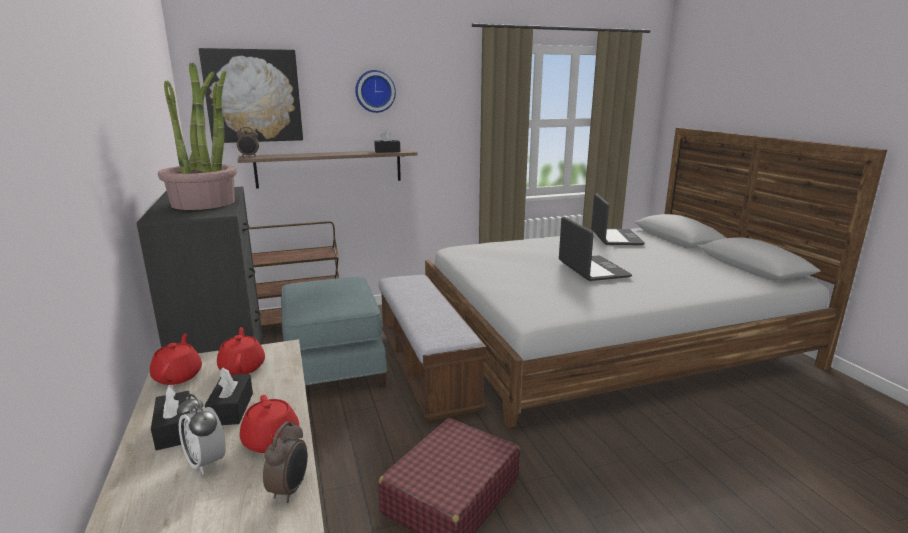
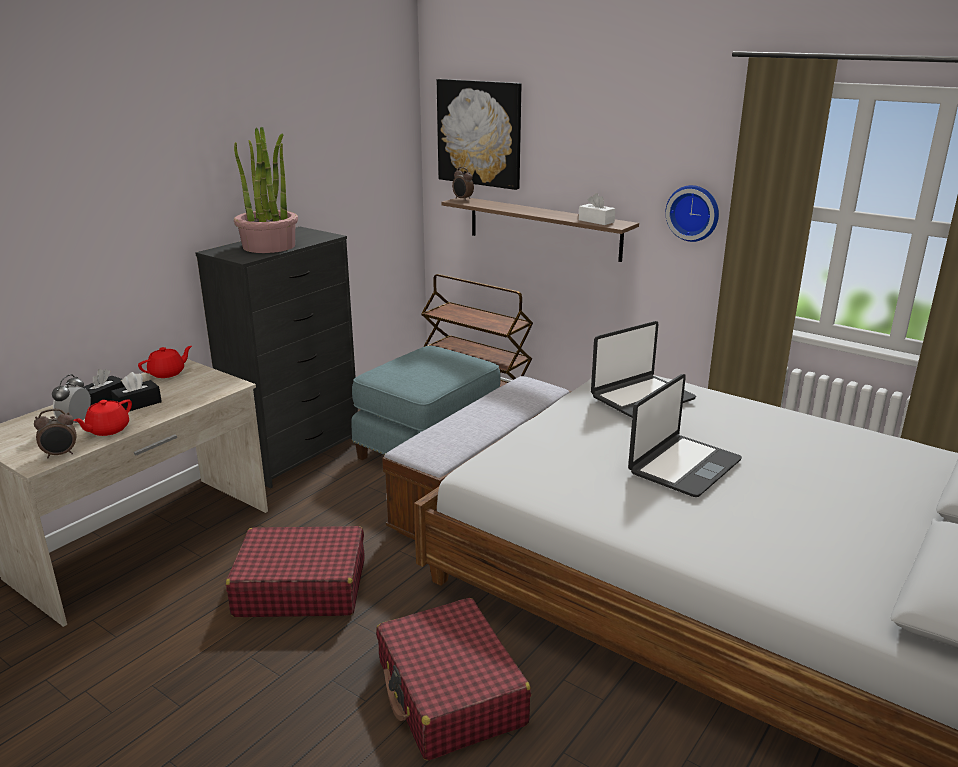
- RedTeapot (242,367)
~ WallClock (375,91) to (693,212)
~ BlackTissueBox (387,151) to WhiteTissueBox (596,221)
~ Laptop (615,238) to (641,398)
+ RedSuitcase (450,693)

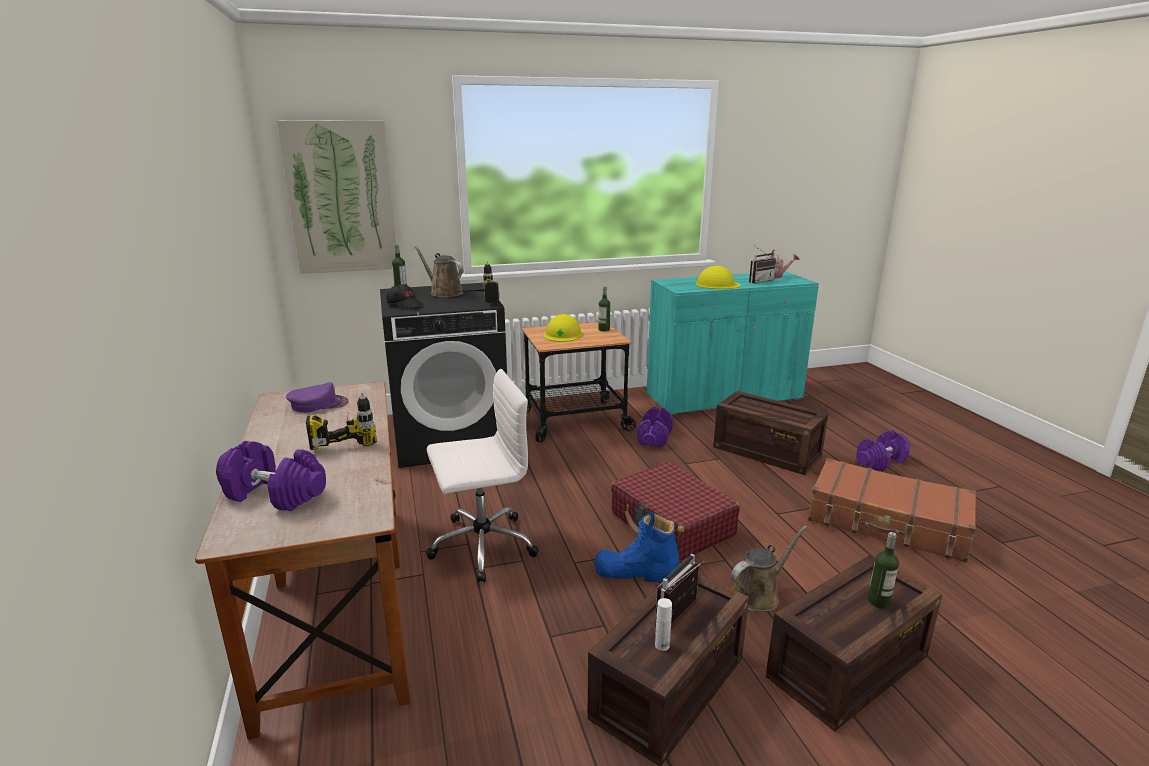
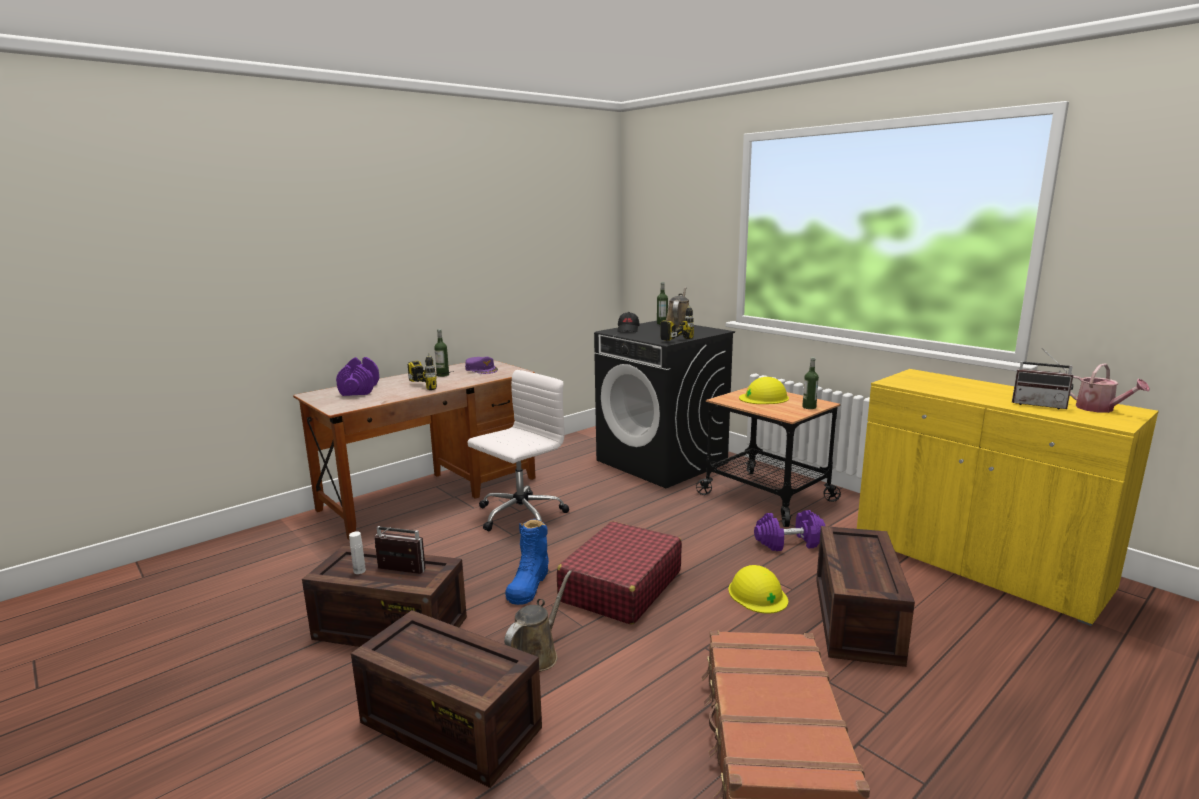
- Picture (341,198)
~ WhiteOfficeChair (481,546) = (520,516) 90 degrees counterclockwise
~ BlueBoot (635,572) = (528,584) 150 degrees counterclockwise
~ TurquoiseCabinet (724,397) to YellowCabinet (976,564)
~ YellowHardHat (717,284) to (757,594)
~ BrownWateringCan (758,594) = (536,655) 90 degrees counterclockwise
- PurpleDumbbell (881,462)
~ Bottle (878,602) to (443,375)

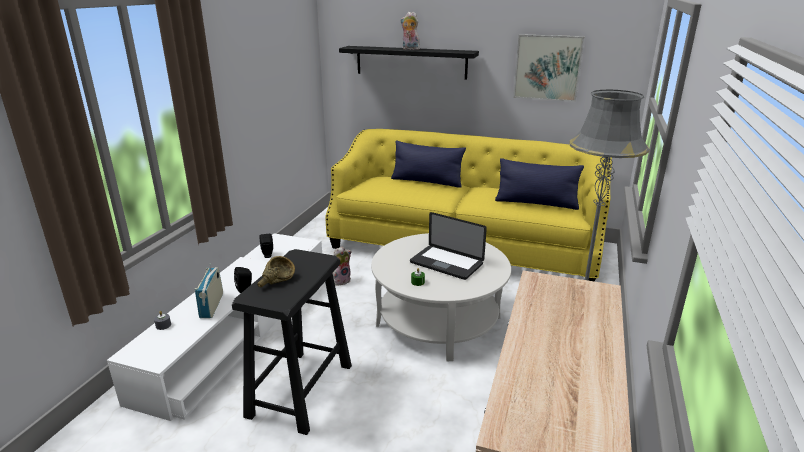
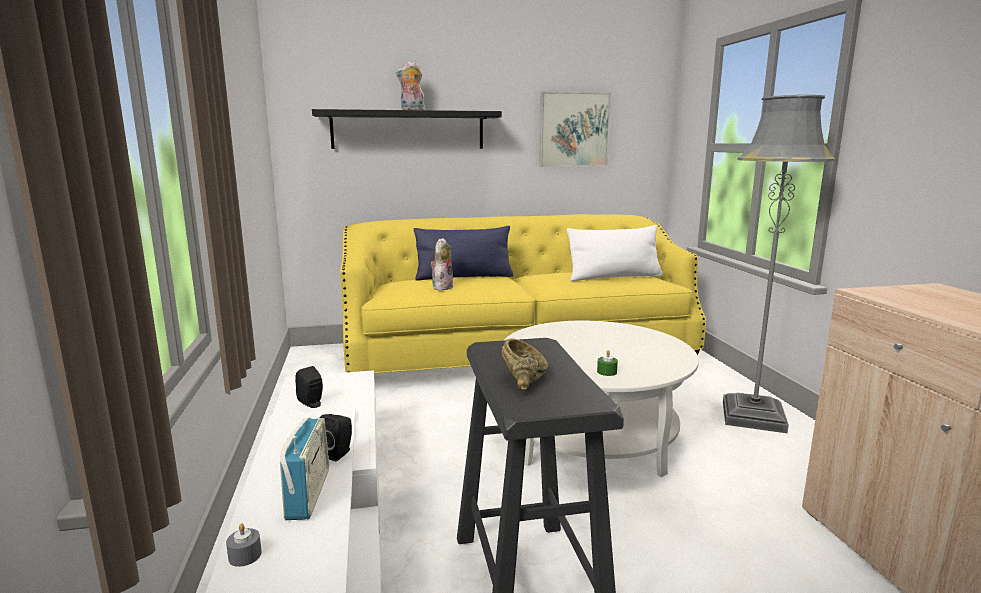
~ Radio (212,306) = (308,494) 150 degrees counterclockwise
~ PlushToy (341,280) to (442,287)
- Laptop (446,263)
~ BluePillow (536,203) to WhitePillow (614,277)

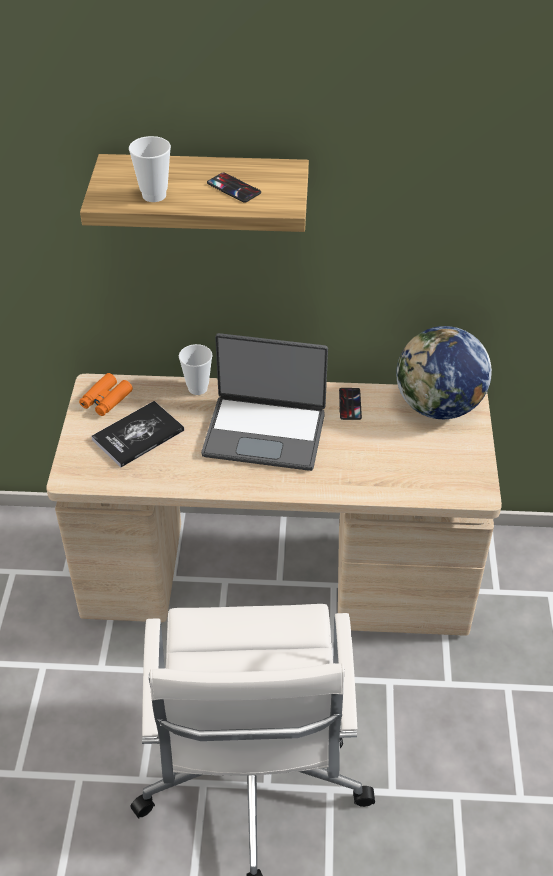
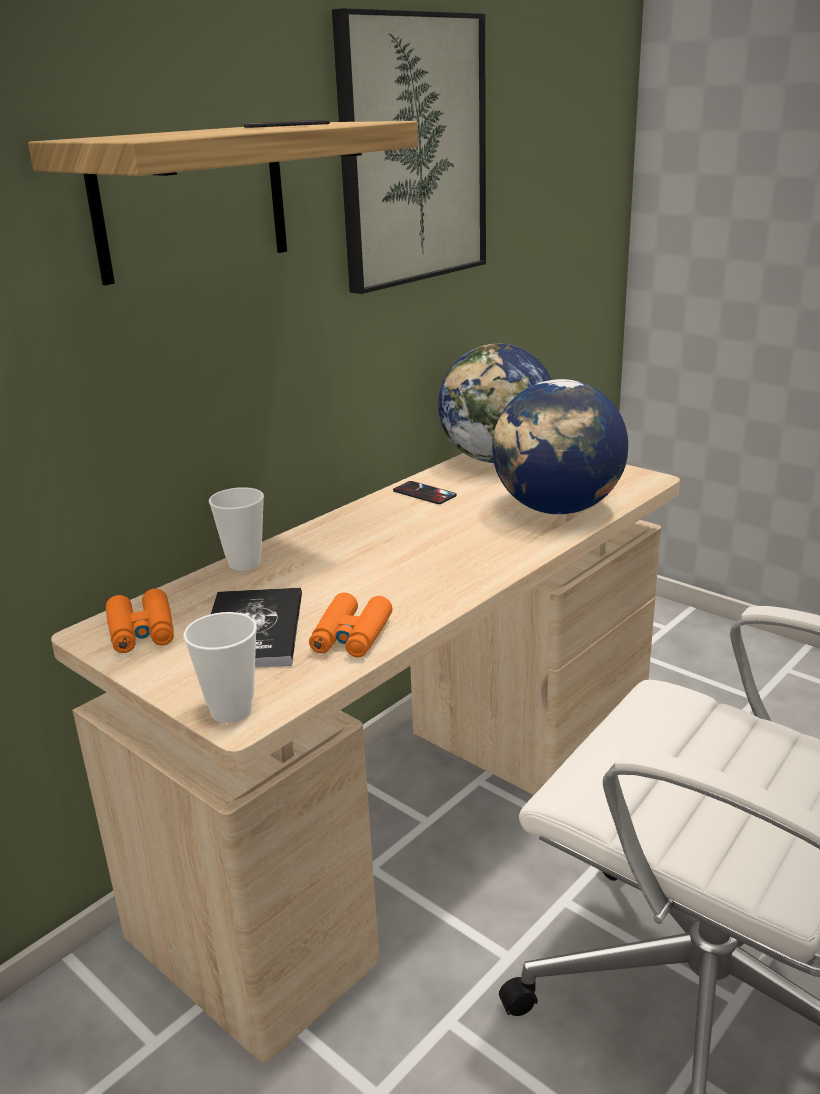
~ Cup (154,195) to (231,710)
- Laptop (265,432)
+ OrangeBinoculars (351,636)
+ Picture (411,151)
+ Globe (557,509)

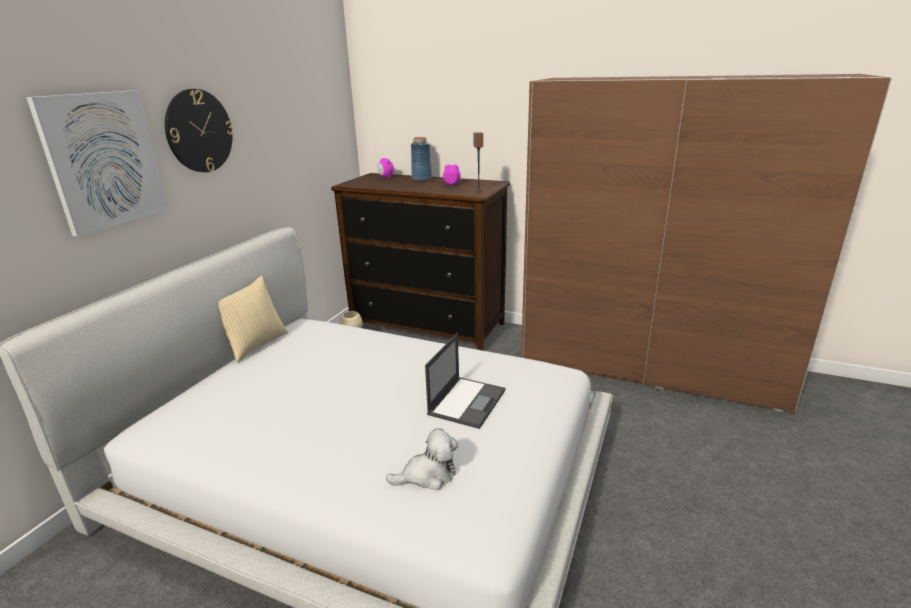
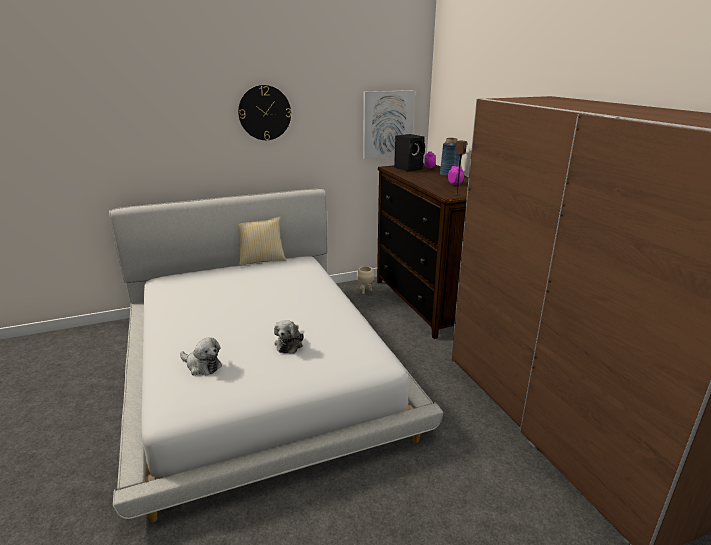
~ Picture (104,160) to (387,124)
~ Laptop (467,401) to PlushToy (289,344)
+ BlackSpeaker (409,168)

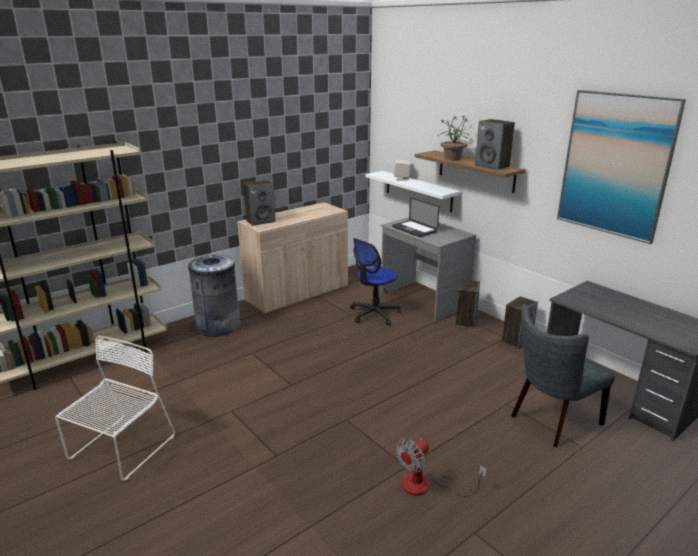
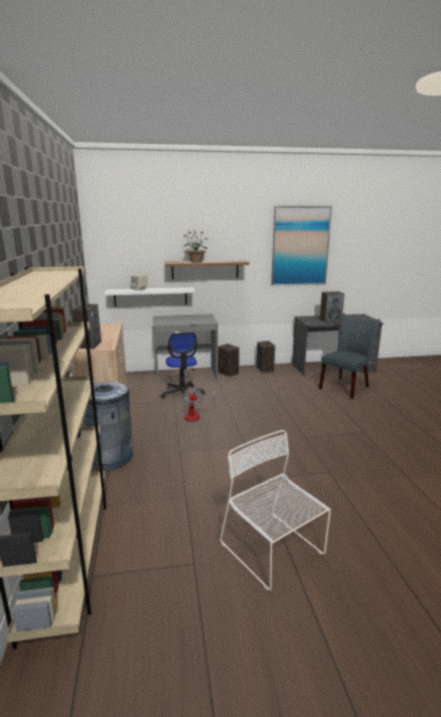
- Laptop (414,229)
~ Fan (426,486) to (196,415)
~ Speaker (492,166) to (330,320)
~ GreyChair (552,421) = (346,387) 135 degrees counterclockwise

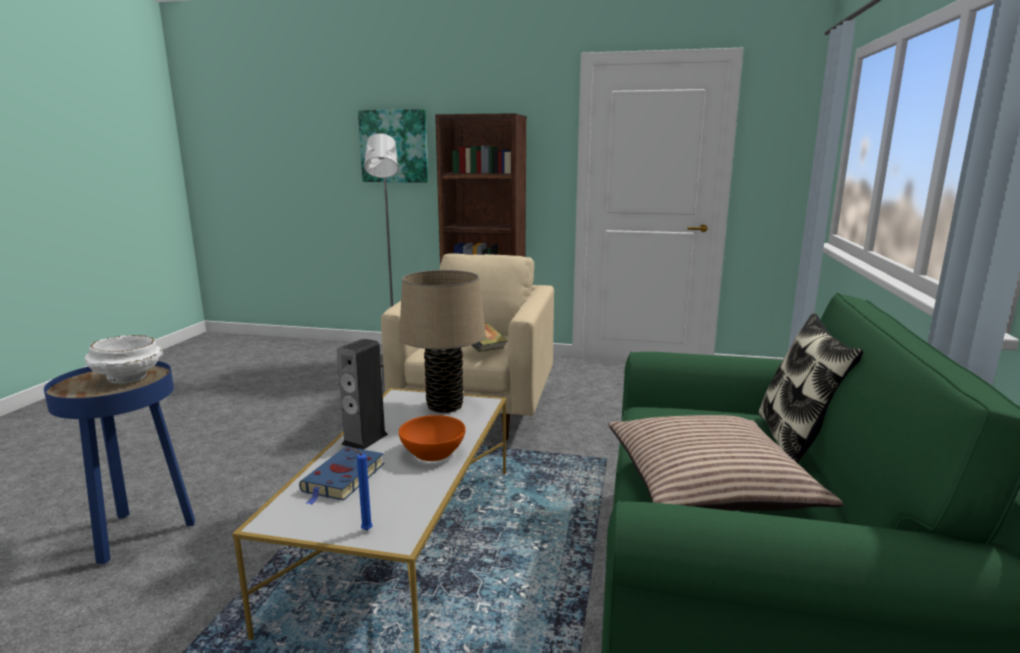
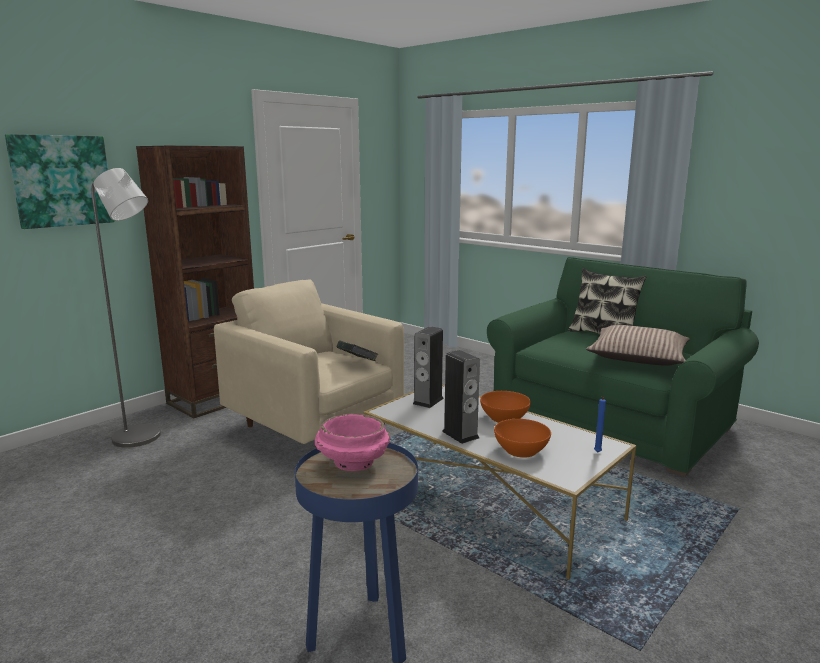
~ WhiteBowl (128,378) to PinkBowl (352,463)
~ BlueBook (343,479) to OrangeBowl (521,450)
~ BeigeTableLamp (445,406) to Speaker (428,401)

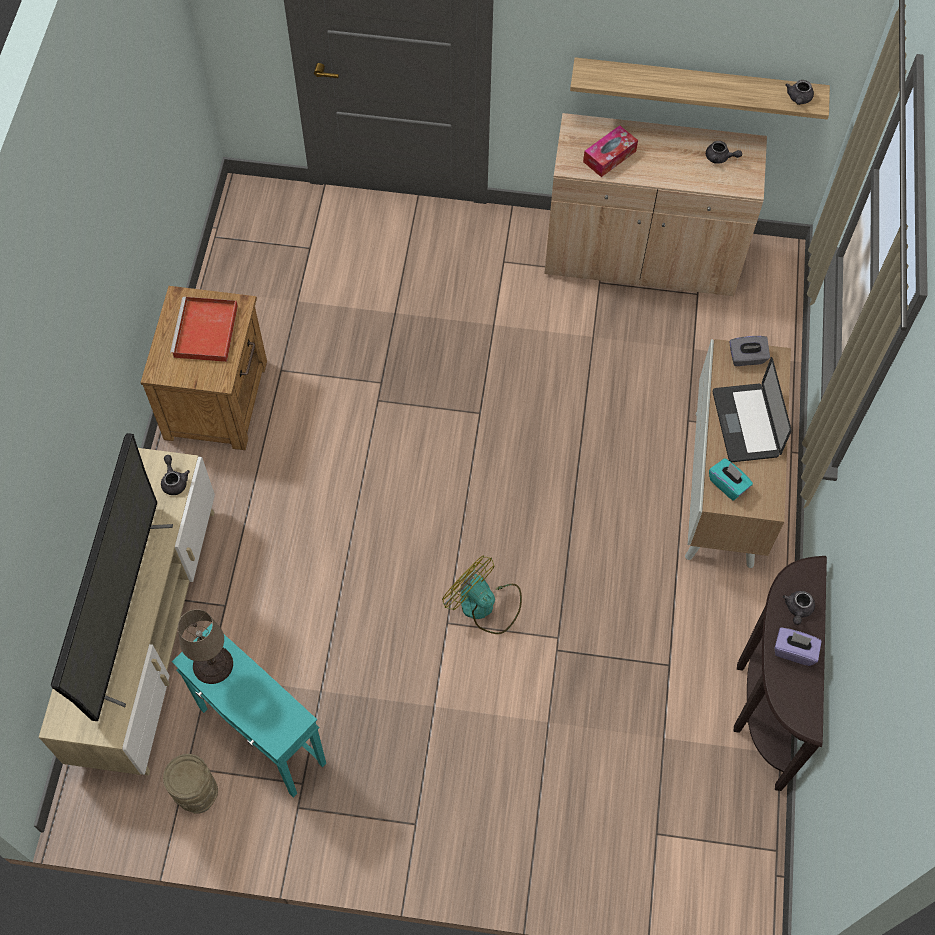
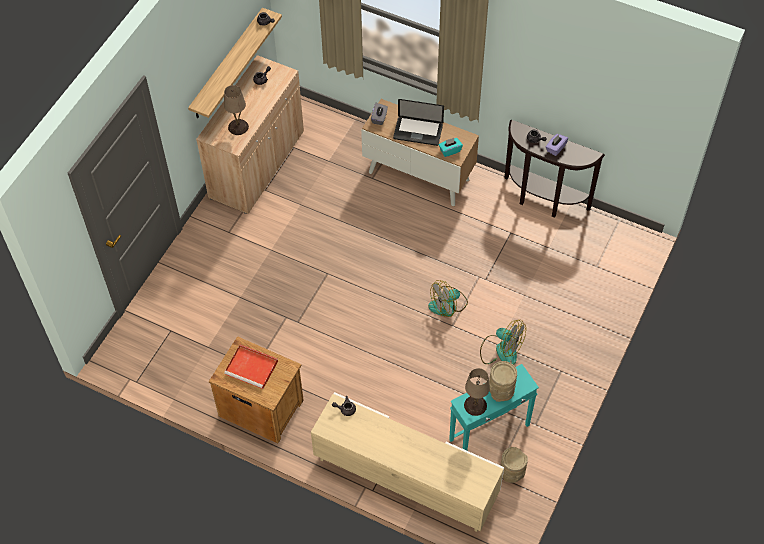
- Television (126,611)
~ TissueBox (609,156) to BeigeTableLamp (237,127)
+ Fan (501,350)
+ BeigeVase (501,390)

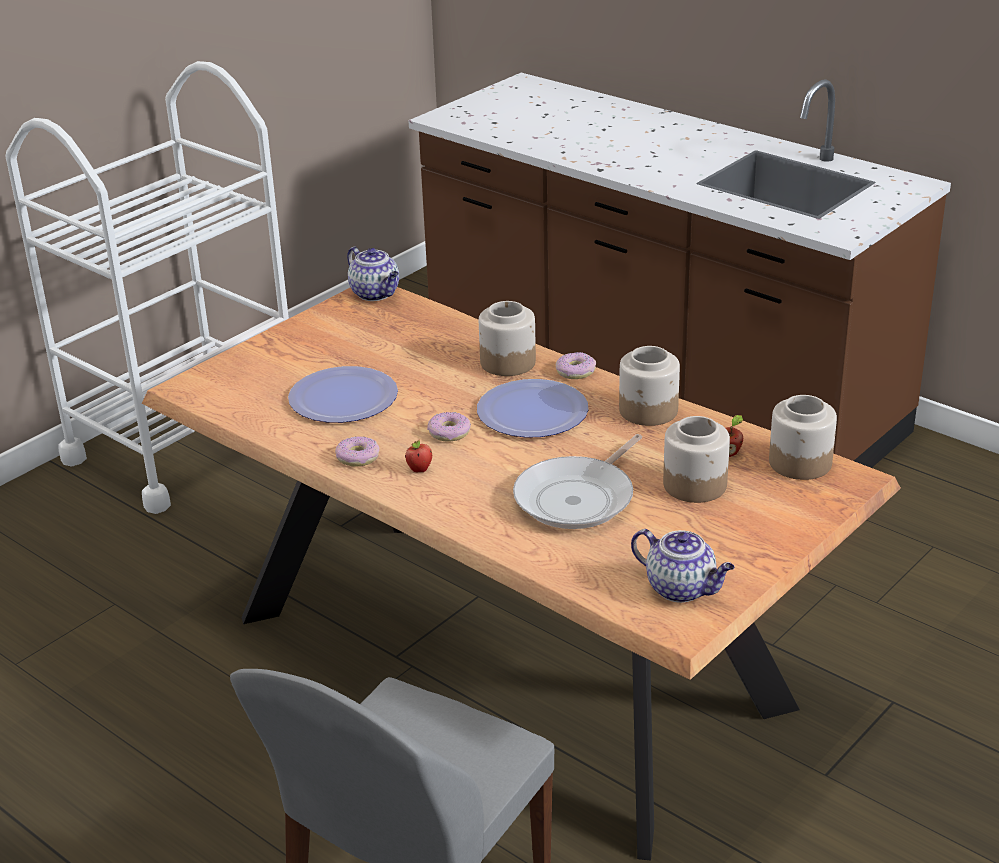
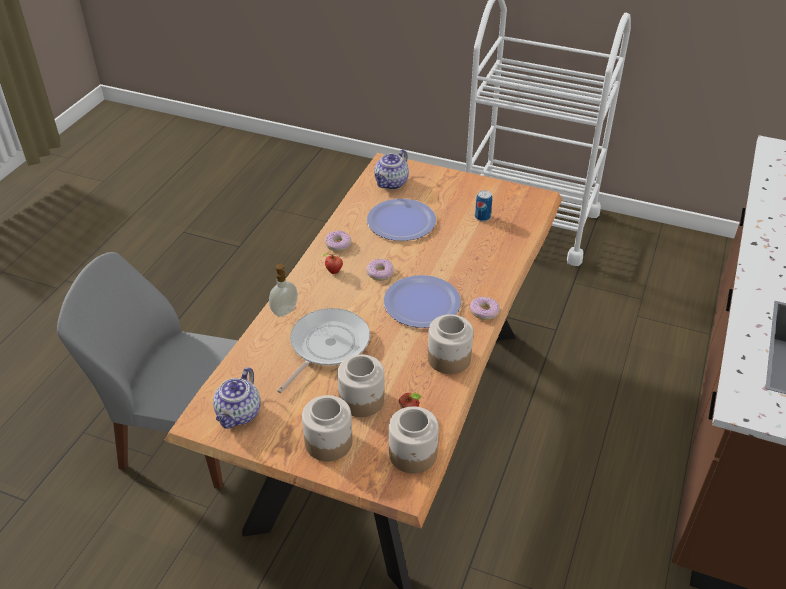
~ Teapot (376,294) to (391,183)
~ Jar (507,362) to (329,442)
~ FryingPan (578,498) = (326,346) 105 degrees clockwise
+ SoapDispenser (285,311)
+ Can (482,217)

